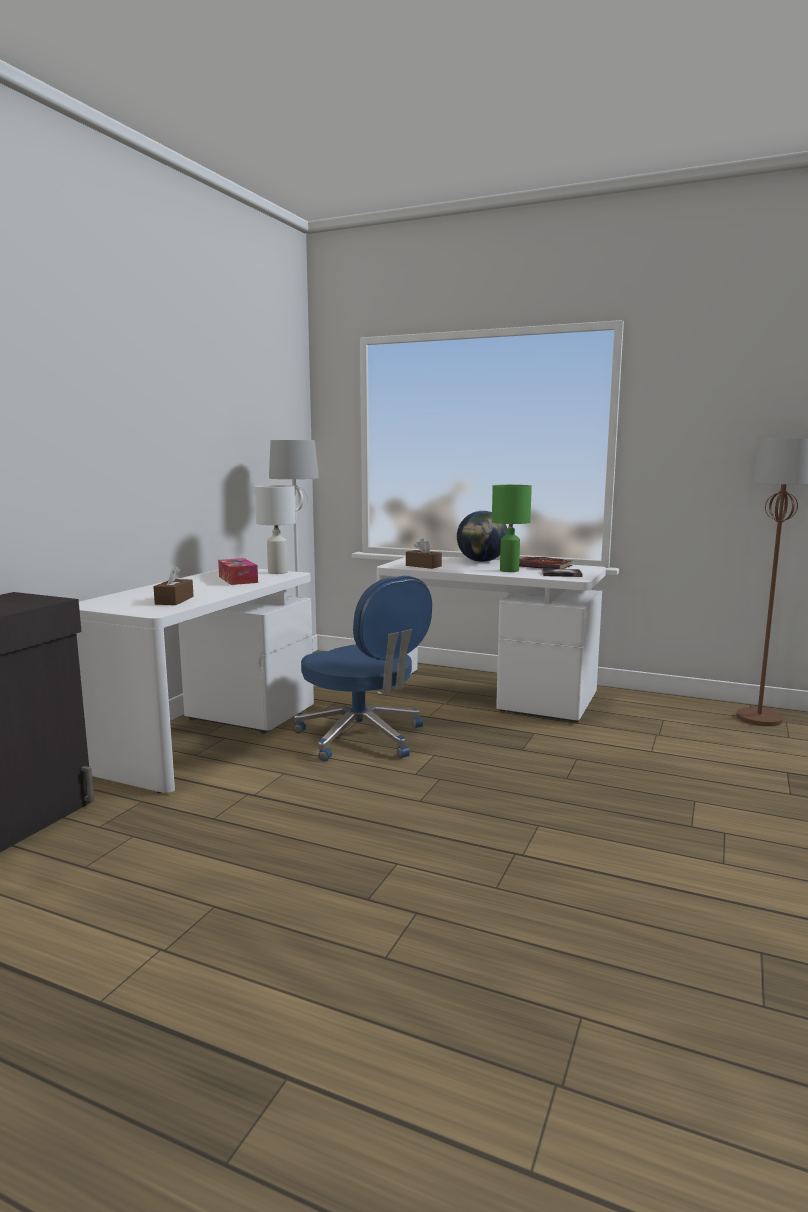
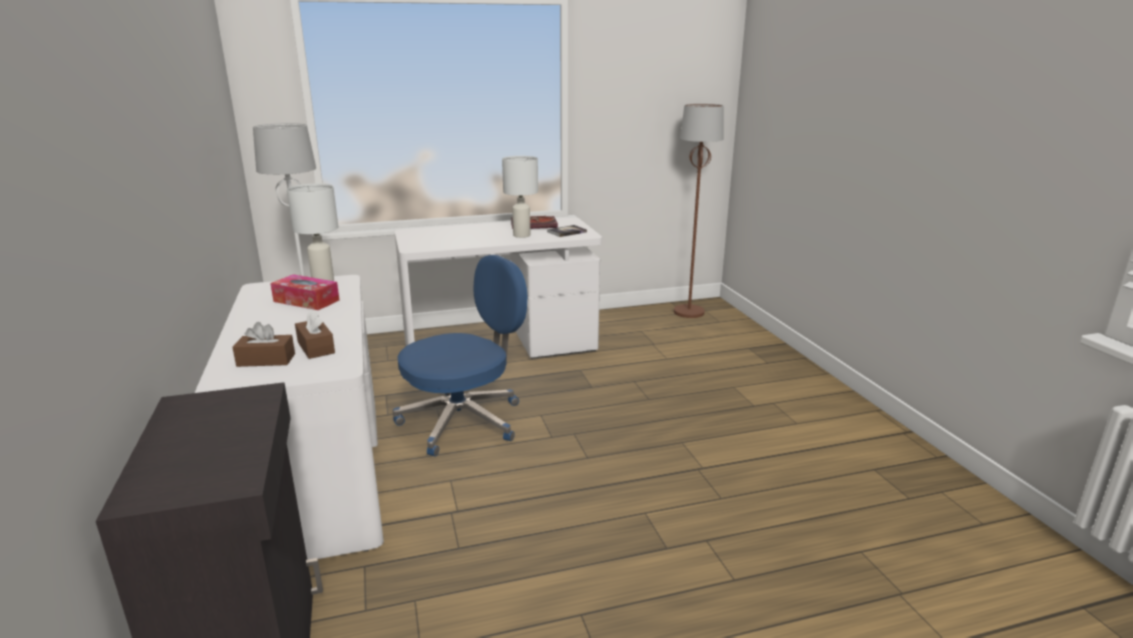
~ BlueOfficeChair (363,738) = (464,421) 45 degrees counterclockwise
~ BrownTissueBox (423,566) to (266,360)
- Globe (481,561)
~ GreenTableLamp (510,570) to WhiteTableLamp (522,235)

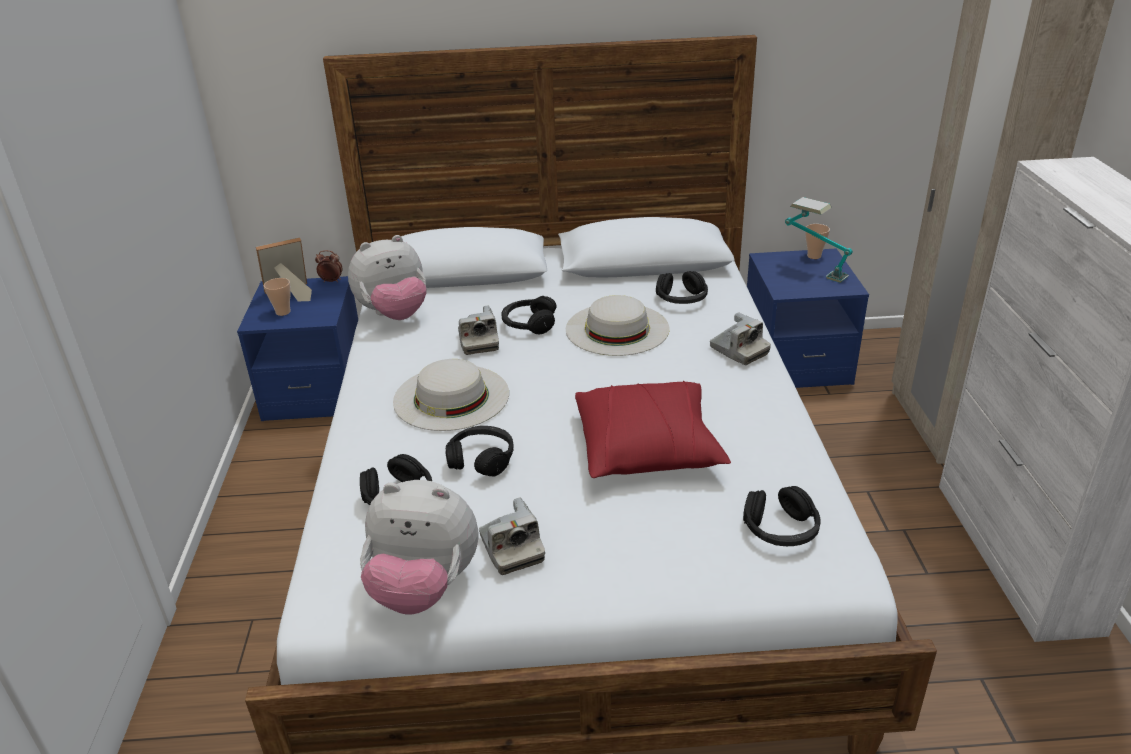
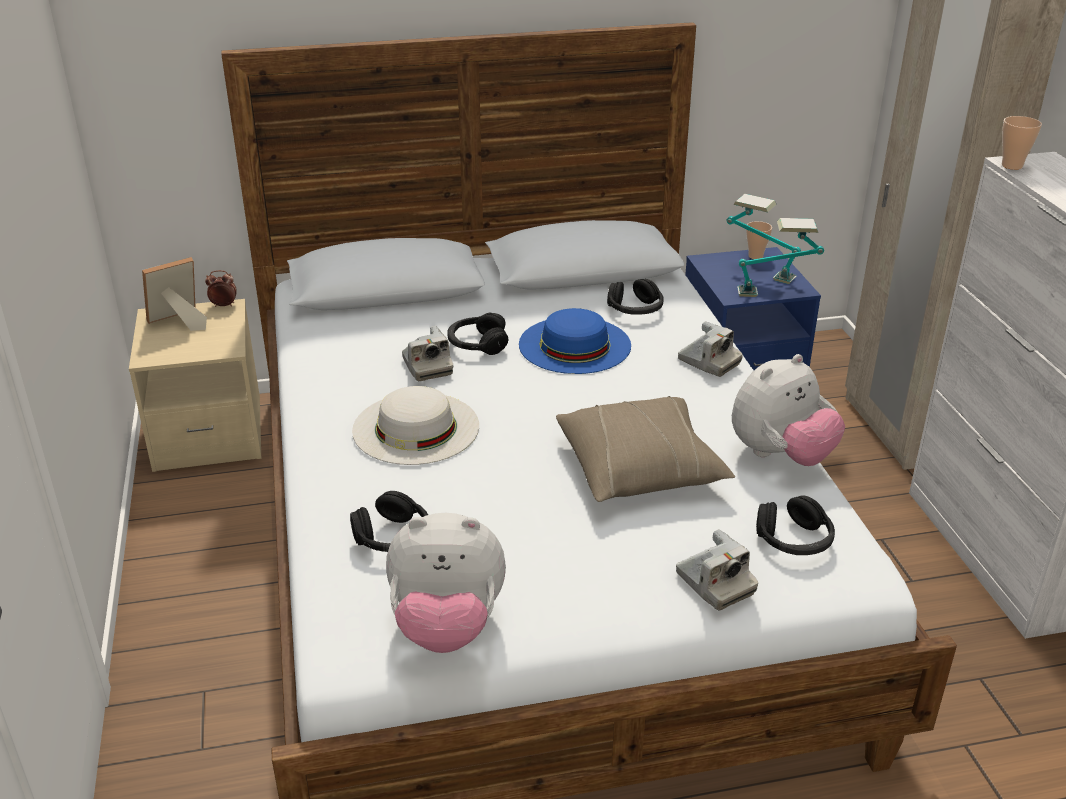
~ BlueNightstand (316,391) to BeigeNightstand (209,434)
~ Cup (283,312) to (1012,166)
~ PlushToy (394,315) to (781,455)
- BlackHeadphones (481,459)
~ PhotoCamera (511,549) to (715,583)
~ WhiteHat (617,329) to BlueHat (574,345)
~ RedPillow (648,448) to BeigePillow (640,468)
+ TableLamp (776,293)

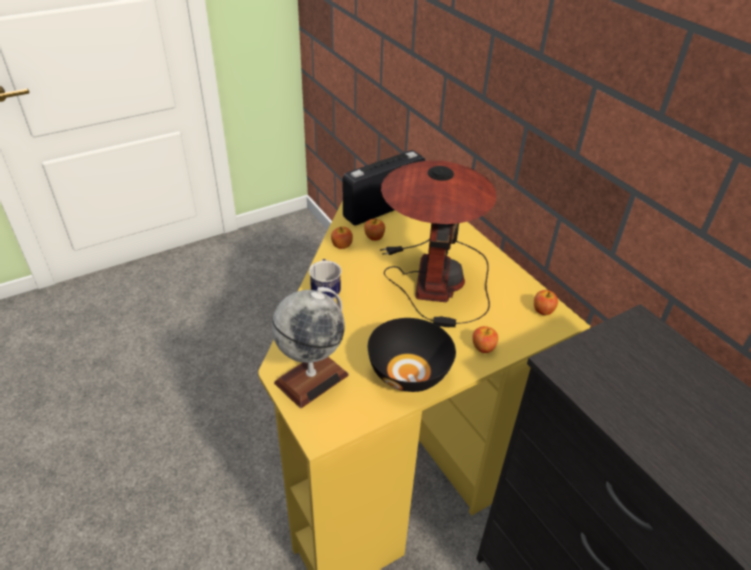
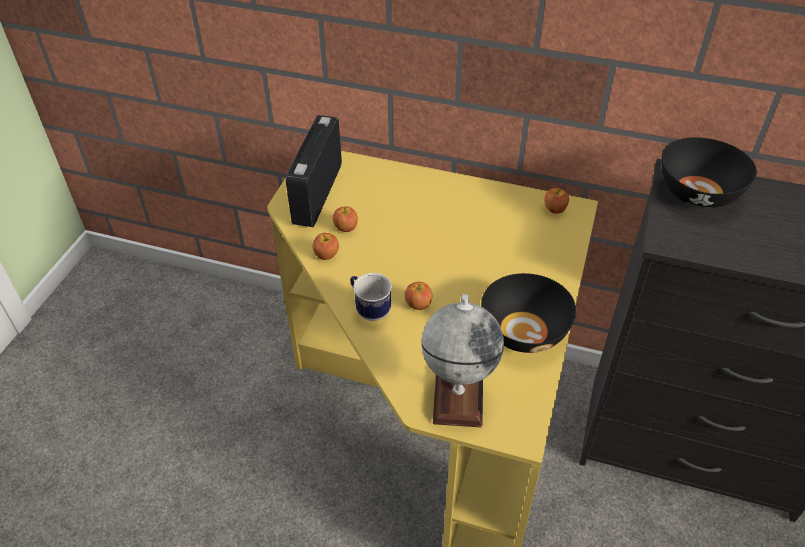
- TableLamp (436,277)
~ Apple (483,347) to (418,304)
+ BlackBowl (697,193)

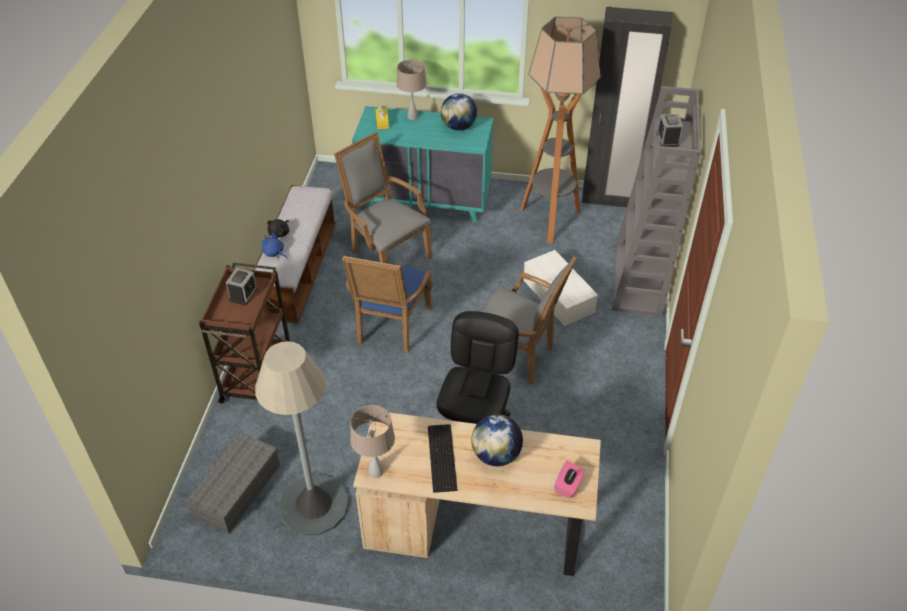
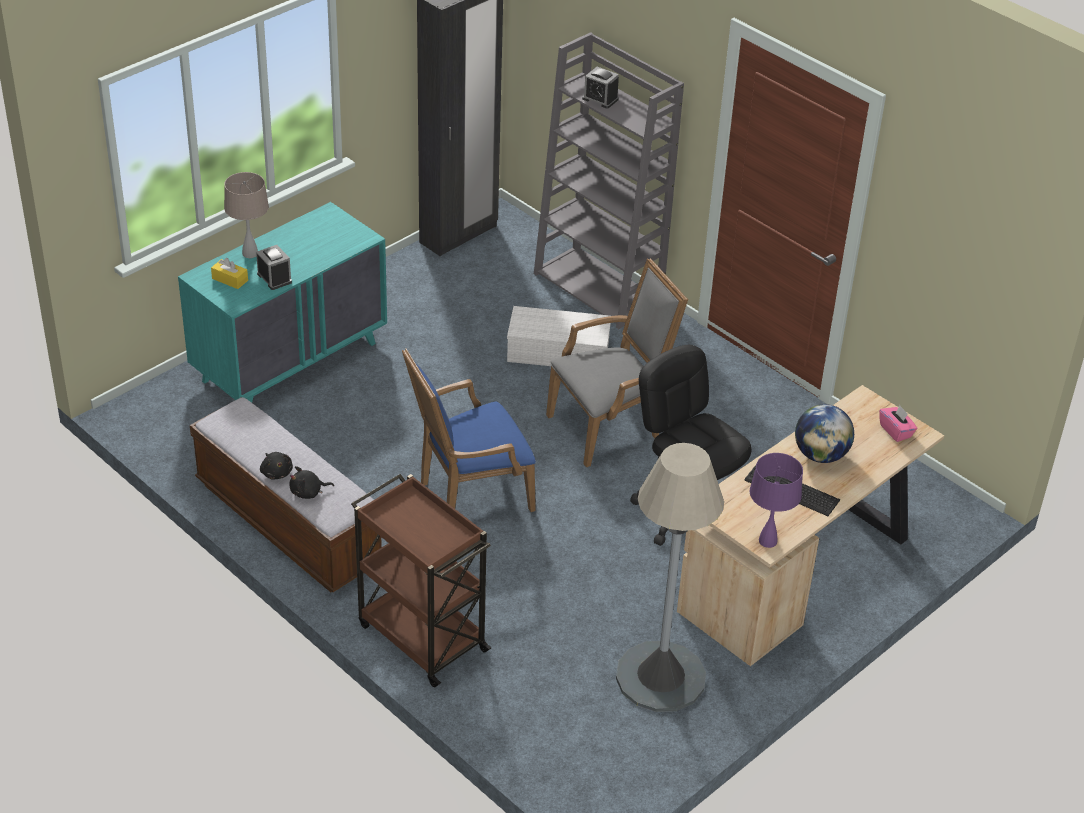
- GreyStorageBox (237,489)
~ AlarmClock (243,294) to (274,278)
~ BluePlushToy (274,253) to BlackPlushToy (308,492)
- GreyArmchair (386,253)
~ BlueArmchair (390,329) = (468,496) 105 degrees clockwise
~ BeigeTableLamp (376,471) to PurpleTableLamp (768,541)
- Globe (458,127)
- FloorLamp (550,221)

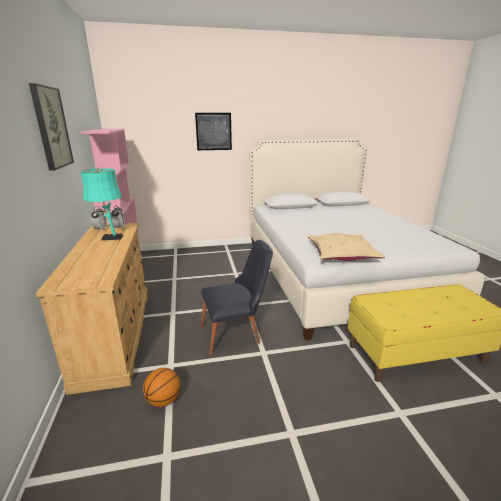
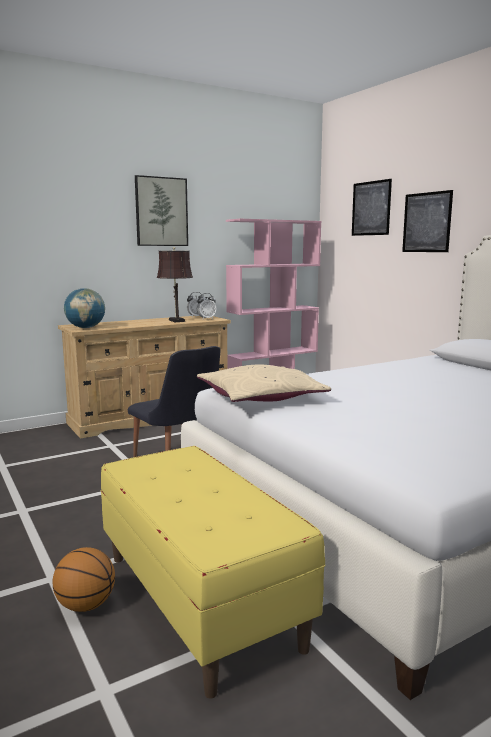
~ TurquoiseTableLamp (110,238) to BrownTableLamp (176,320)
~ Basketball (164,400) to (86,605)
+ Globe (86,328)
+ Picture (371,208)

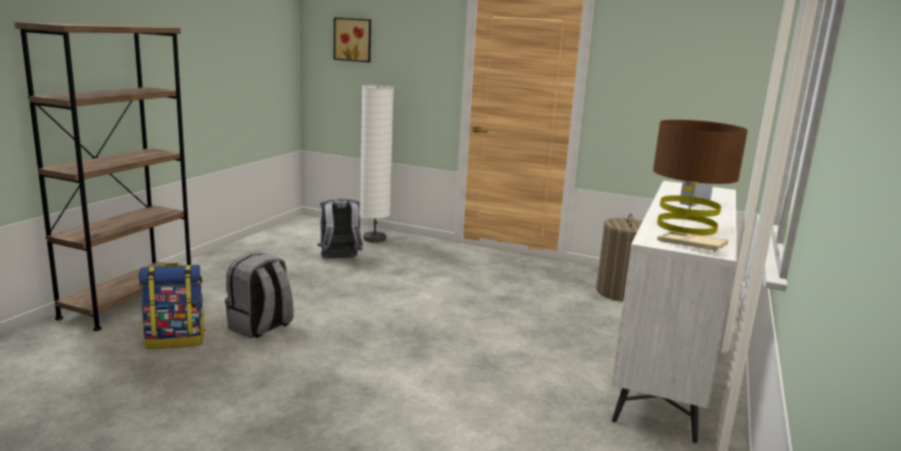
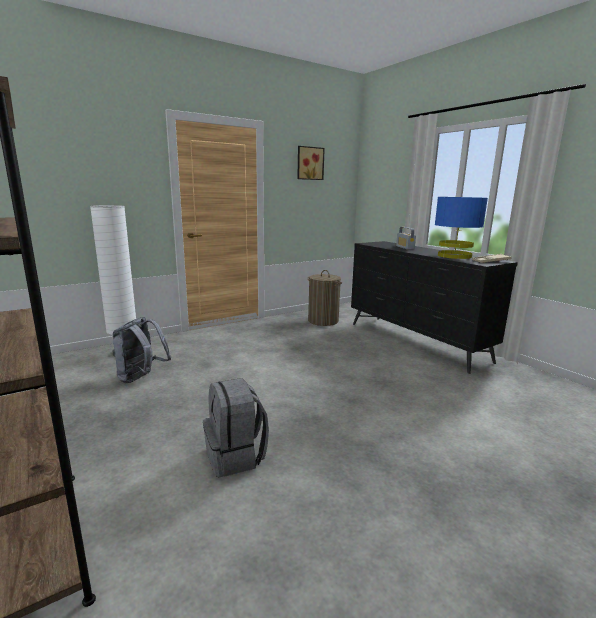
- Backpack (176,340)
~ Picture (353,39) to (309,163)
~ WhiteDresser (666,365) to BlackDresser (415,341)
~ BrownTableLamp (686,226) to BlueTableLamp (454,256)

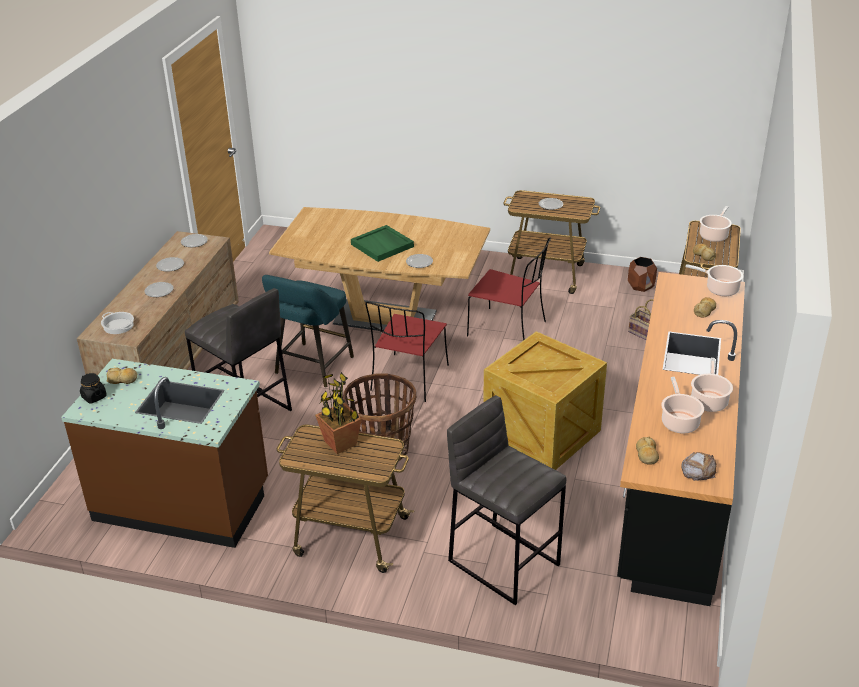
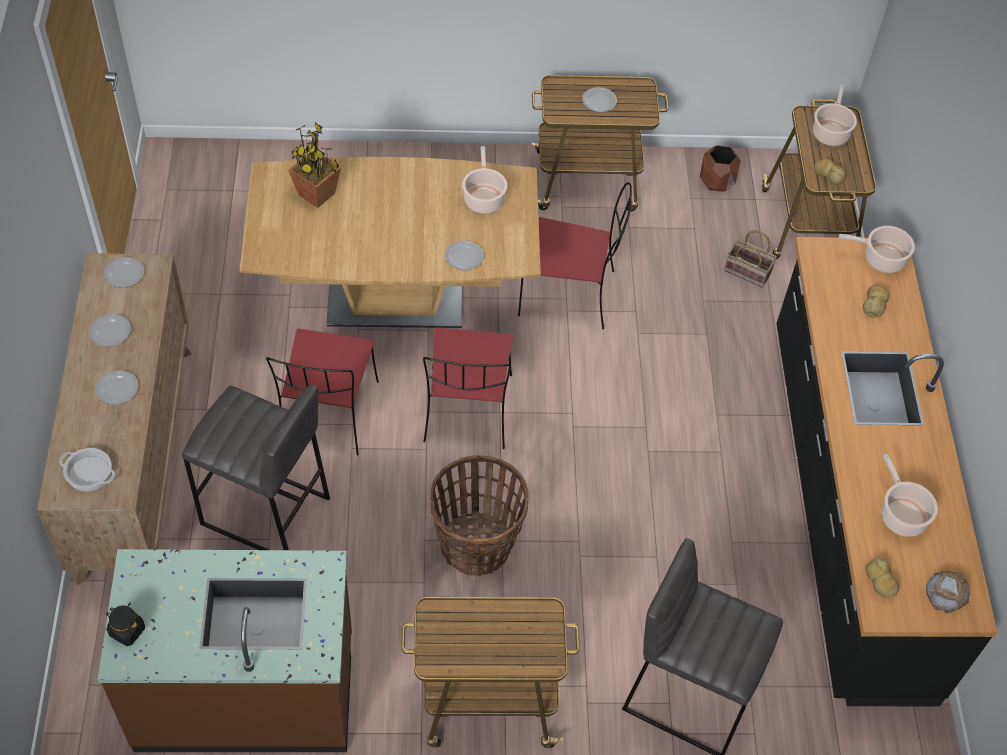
- Bread (122,380)
~ TurquoiseStool (312,368) to RedChair (328,414)
~ PottedPlant (340,443) to (317,195)
- GreenTray (383,245)
- Crate (540,434)
~ CookingPot (709,401) to (483,198)

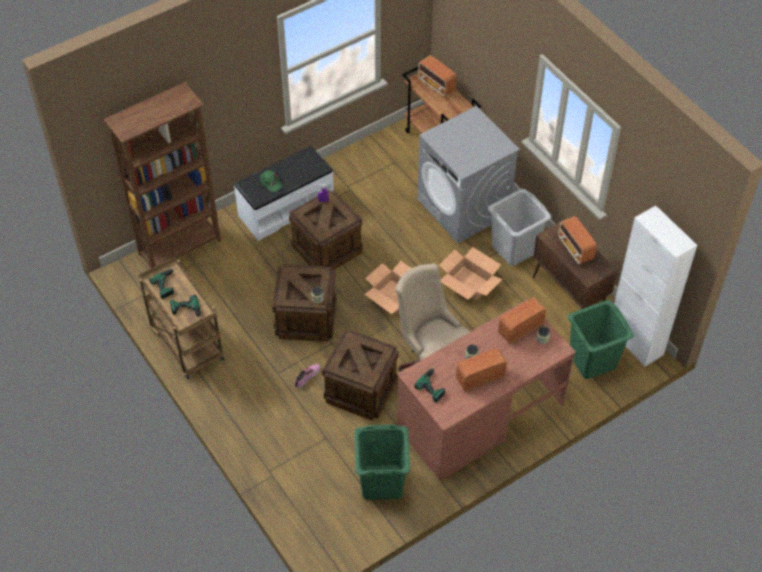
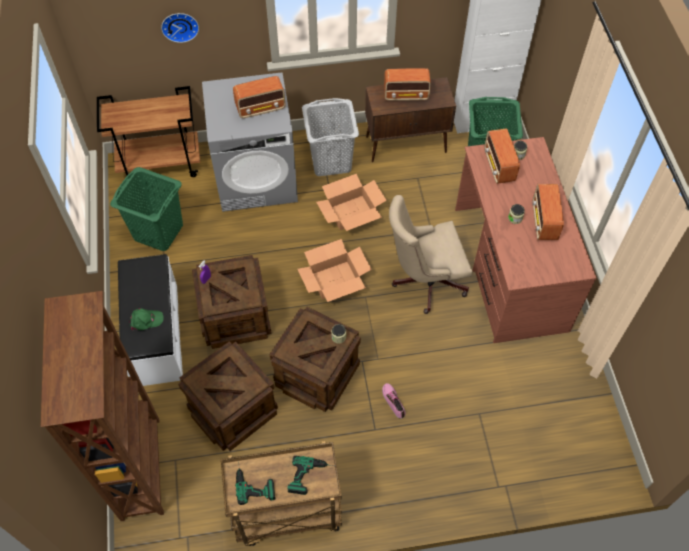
~ Crate (360,389) to (232,409)
~ GreenLaundryBasket (382,482) to (158,231)
- PowerDrill (434,384)
~ Radio (436,85) to (261,108)
+ WallClock (180,25)

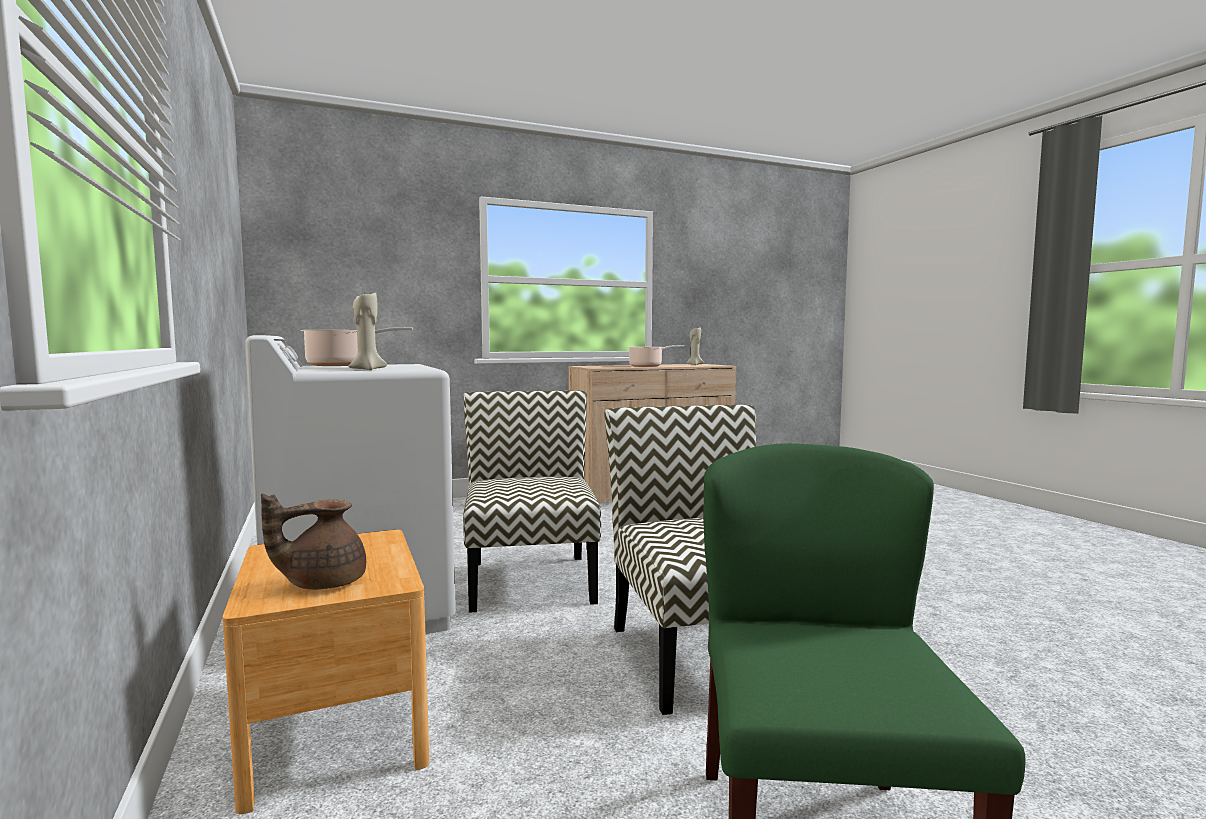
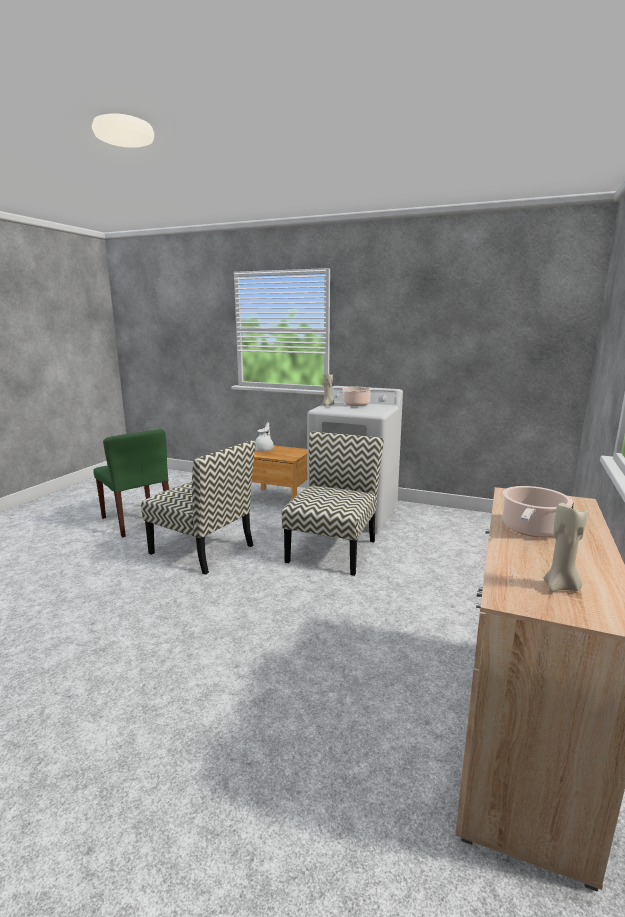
~ BrownTeapot (322,583) to WhiteTeapot (264,450)
~ Chair (530,580) = (332,550) 105 degrees counterclockwise

